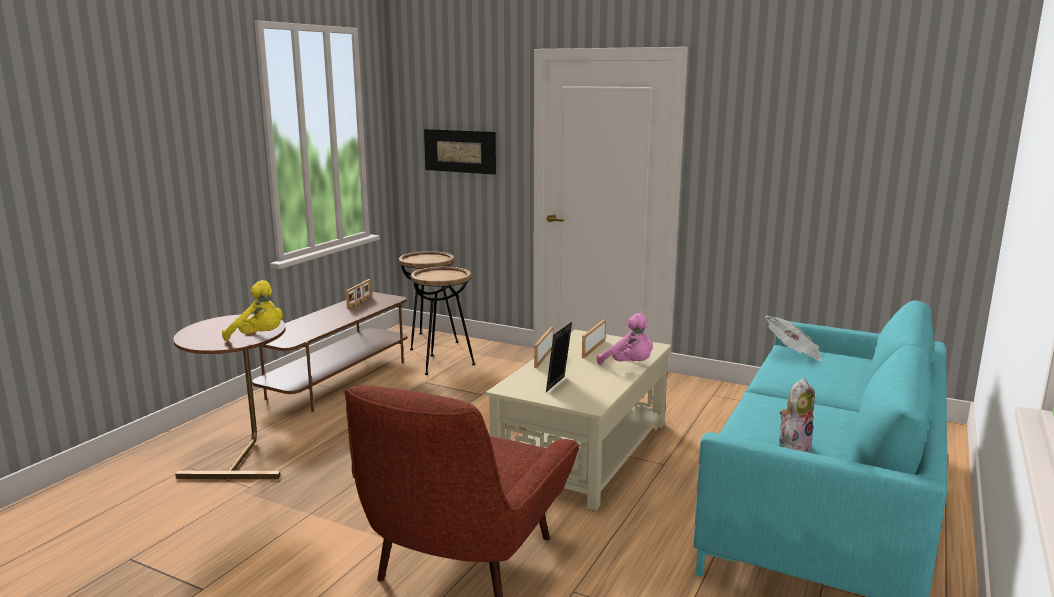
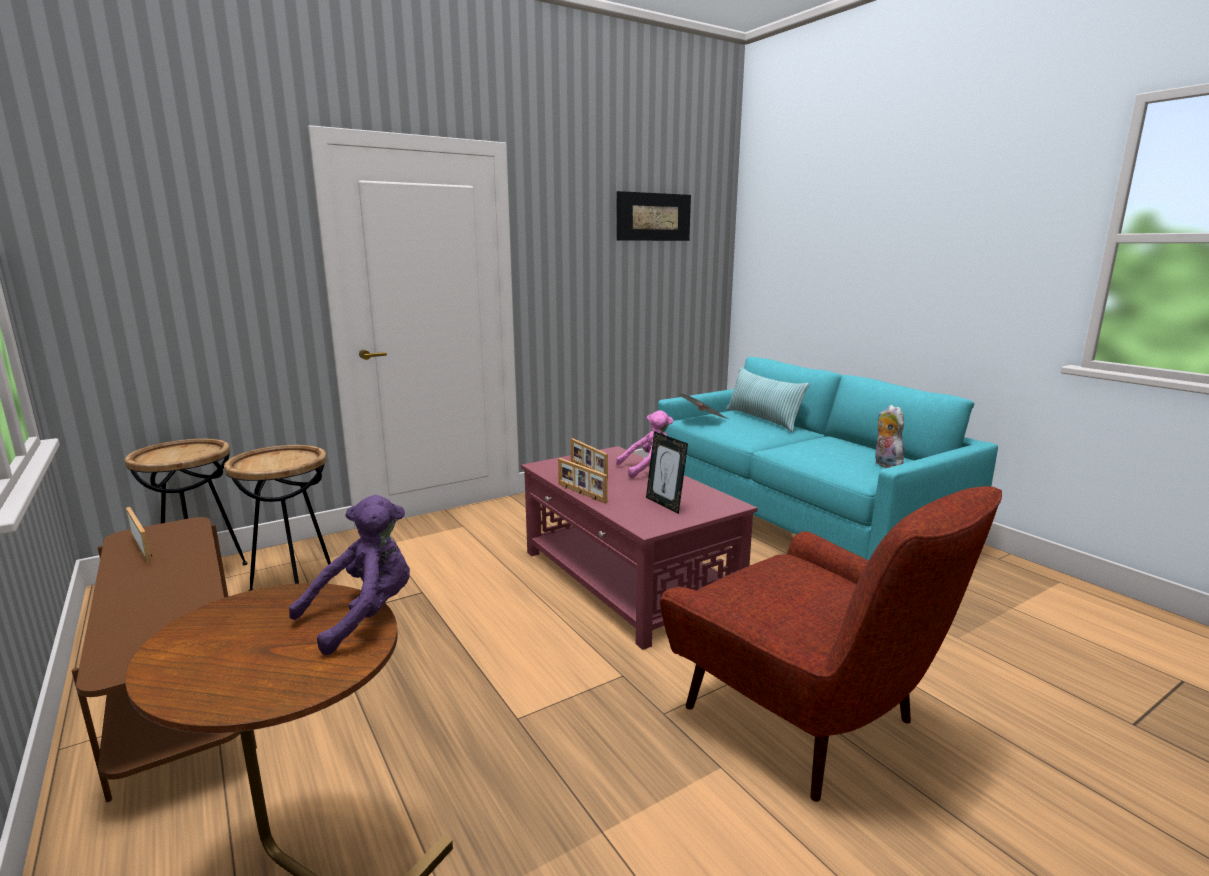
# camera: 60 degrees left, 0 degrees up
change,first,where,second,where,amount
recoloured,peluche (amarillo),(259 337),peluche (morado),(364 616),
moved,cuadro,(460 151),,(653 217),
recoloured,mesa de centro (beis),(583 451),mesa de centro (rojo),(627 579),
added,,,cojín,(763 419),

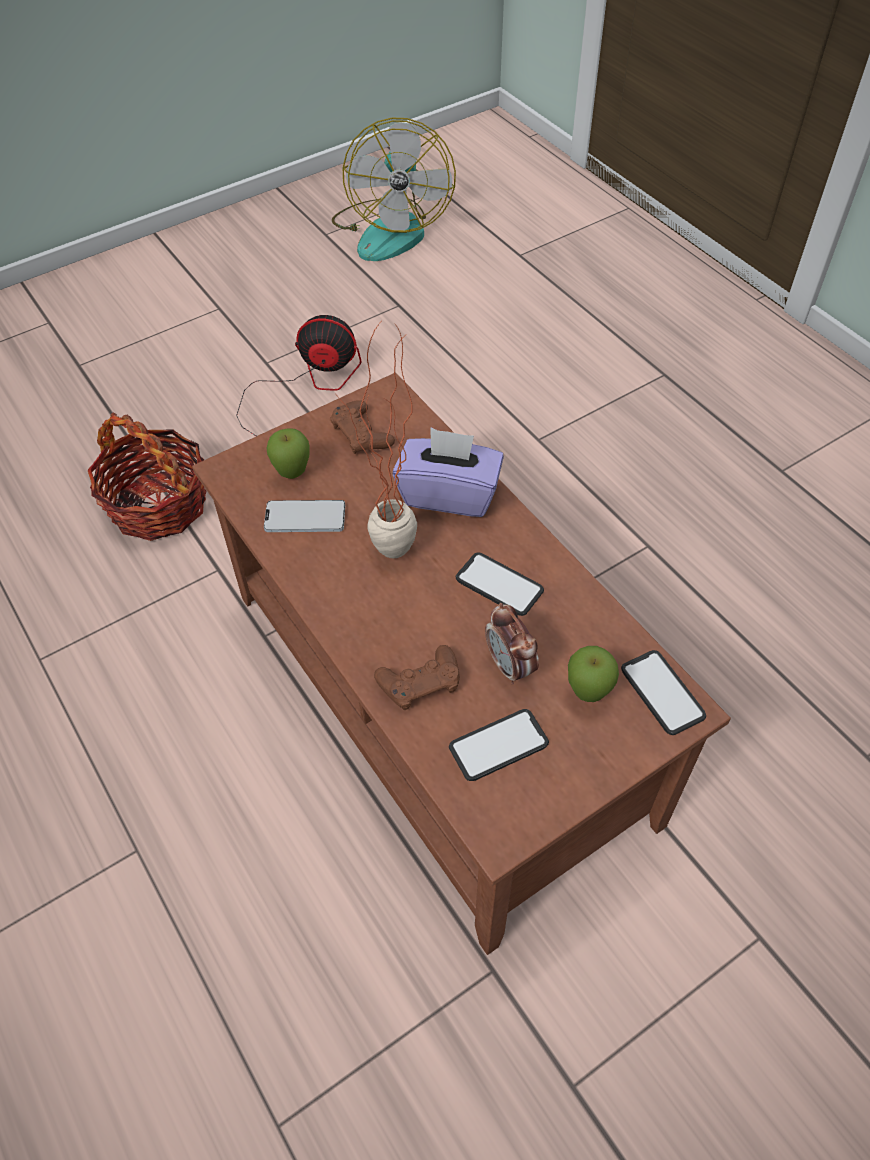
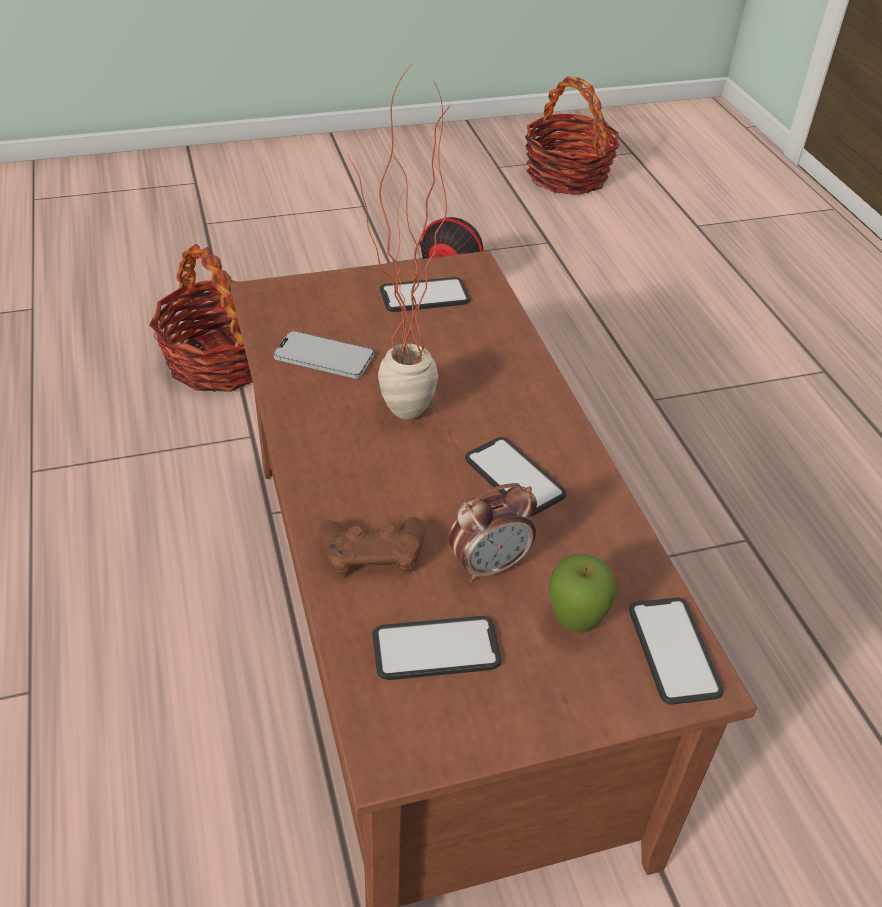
# camera: 15 degrees right, 10 degrees down
change,first,where,second,where,amount
removed,manzana,(292 474),,,
replaced,mando de consola (marrón),(361 434),móvil,(424 296),
replaced,ventilador,(391 229),cesta,(567 176),
removed,caja de pañuelos (morado),(449 494),,,
turned,despertador,(510 666),,(489 566),105 degrees counterclockwise

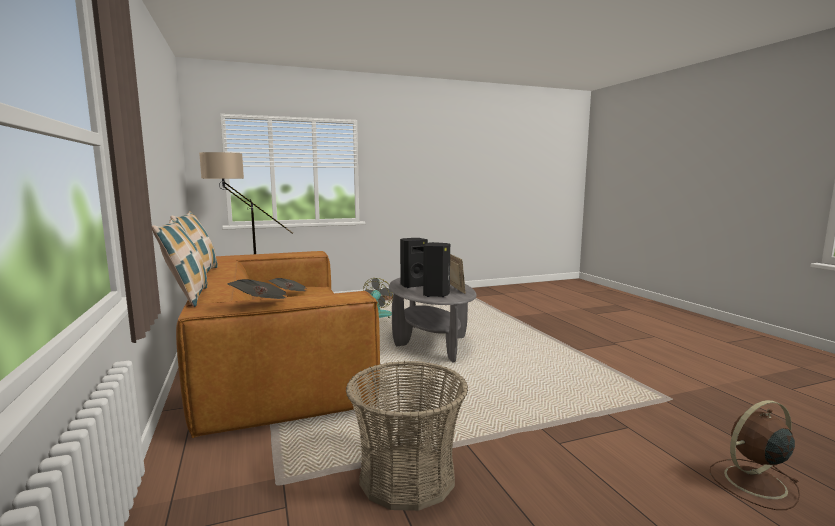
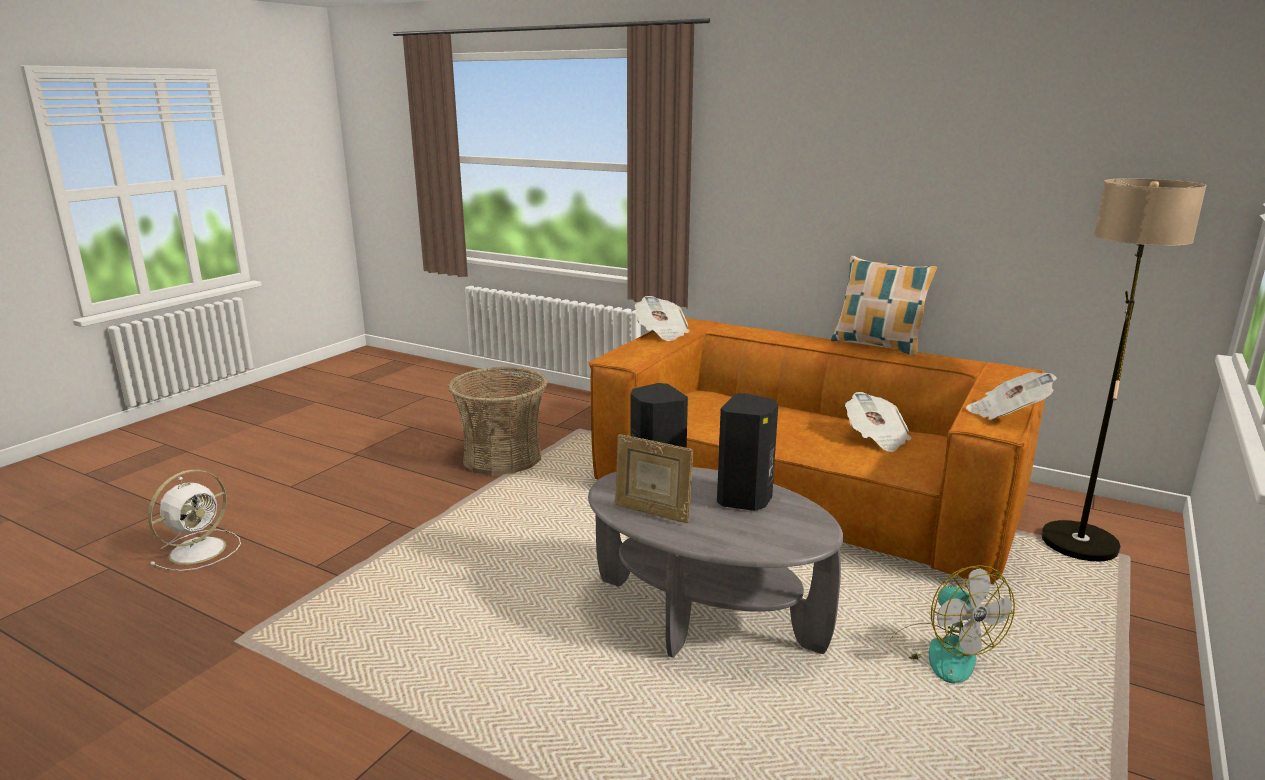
# camera: 140 degrees right, 10 degrees up
change,first,where,second,where,amount
removed,cojín,(187 297),,,
recoloured,ventilador (marrón),(753 482),ventilador (blanco),(200 549),
added,,,periódico,(1006 414),

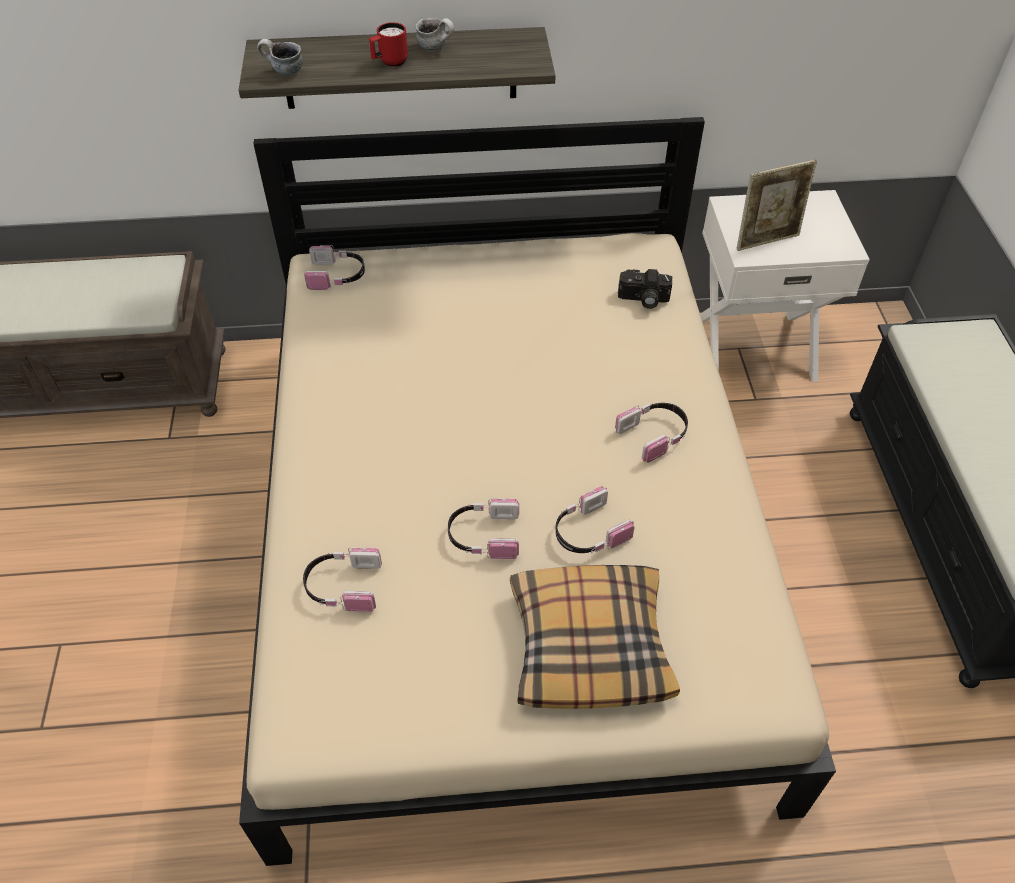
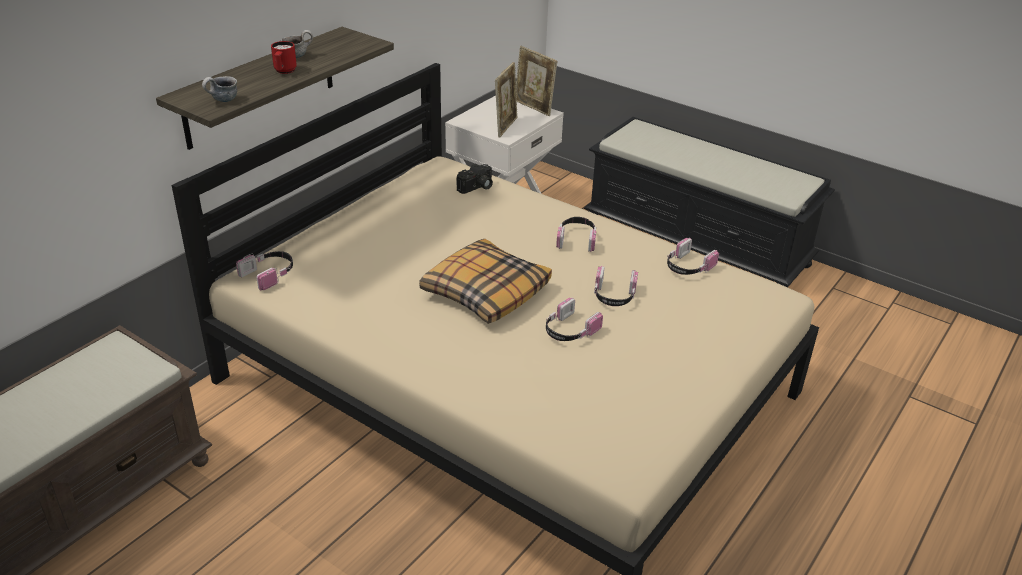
# camera: 50 degrees left, 15 degrees down
change,first,where,second,where,amount
moved,auriculares,(342 586),,(687 267),
moved,cojín,(589 644),,(485 291),
added,,,portarretratos,(533 108),

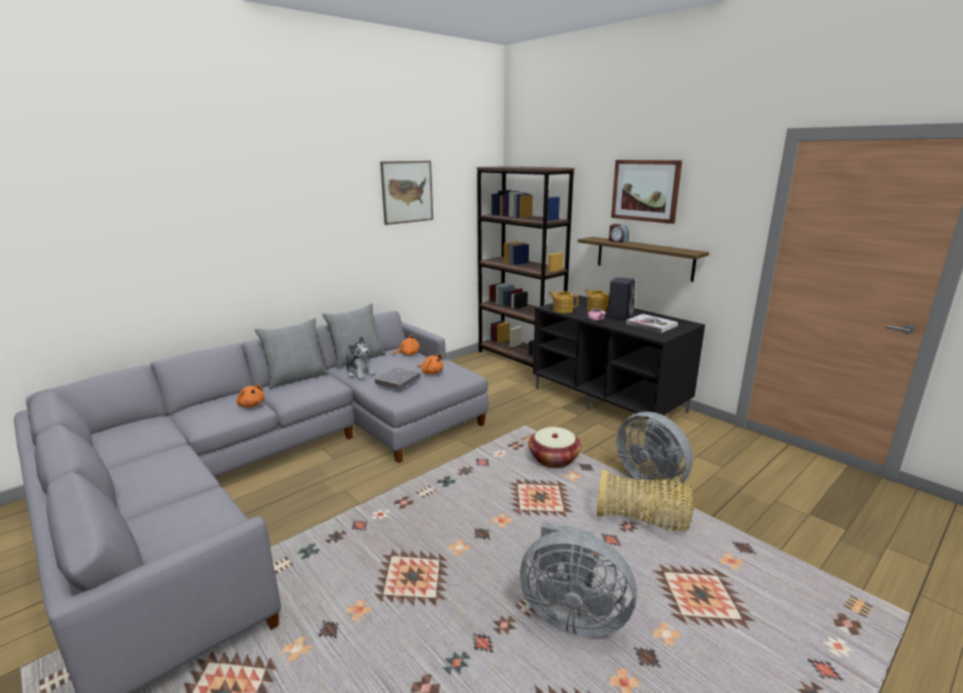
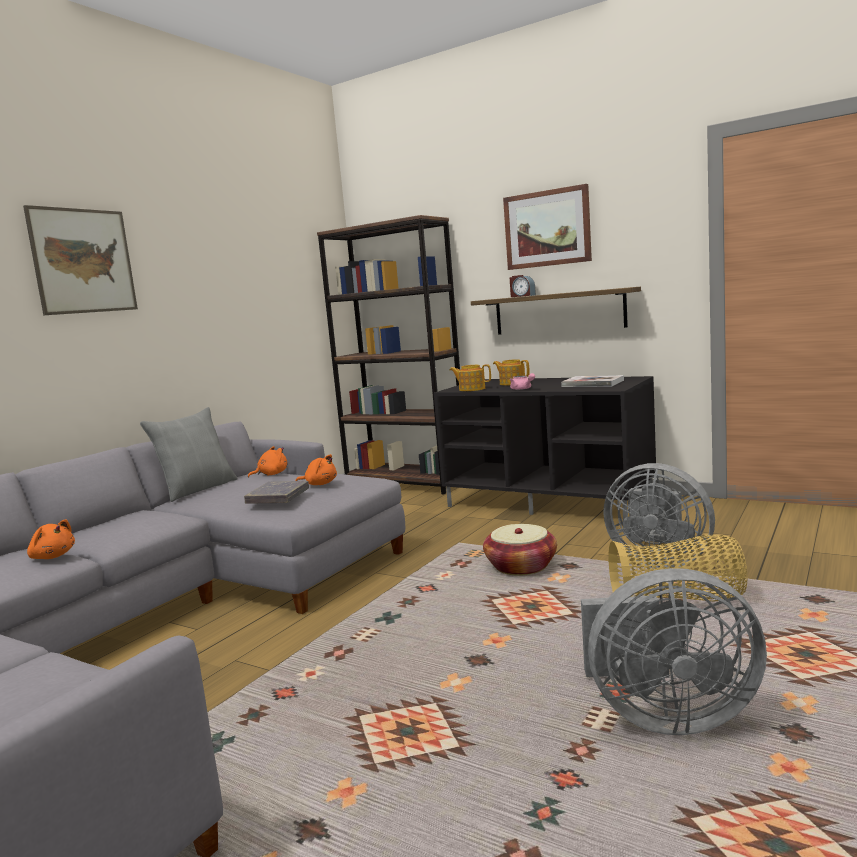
# camera: 15 degrees left, 10 degrees down
change,first,where,second,where,amount
removed,cojín (gris),(296 378),,,
removed,peluche,(360 373),,,
moved,cuadro,(407 192),,(83 261),
removed,altavoz (negro),(620 316),,,

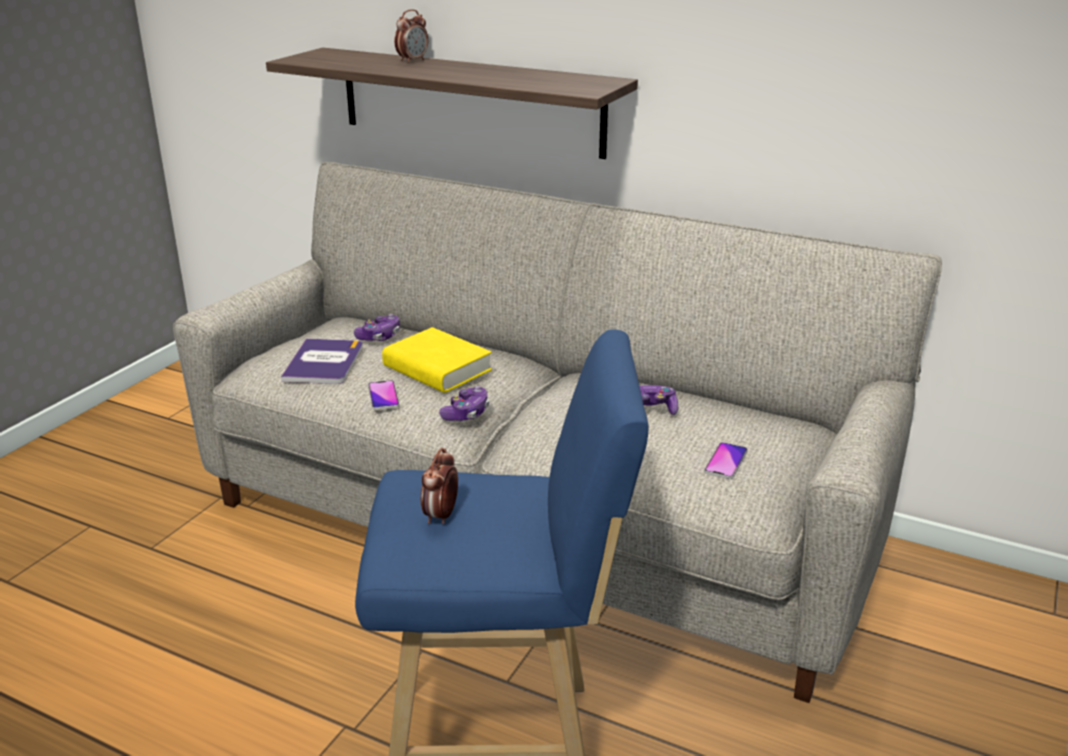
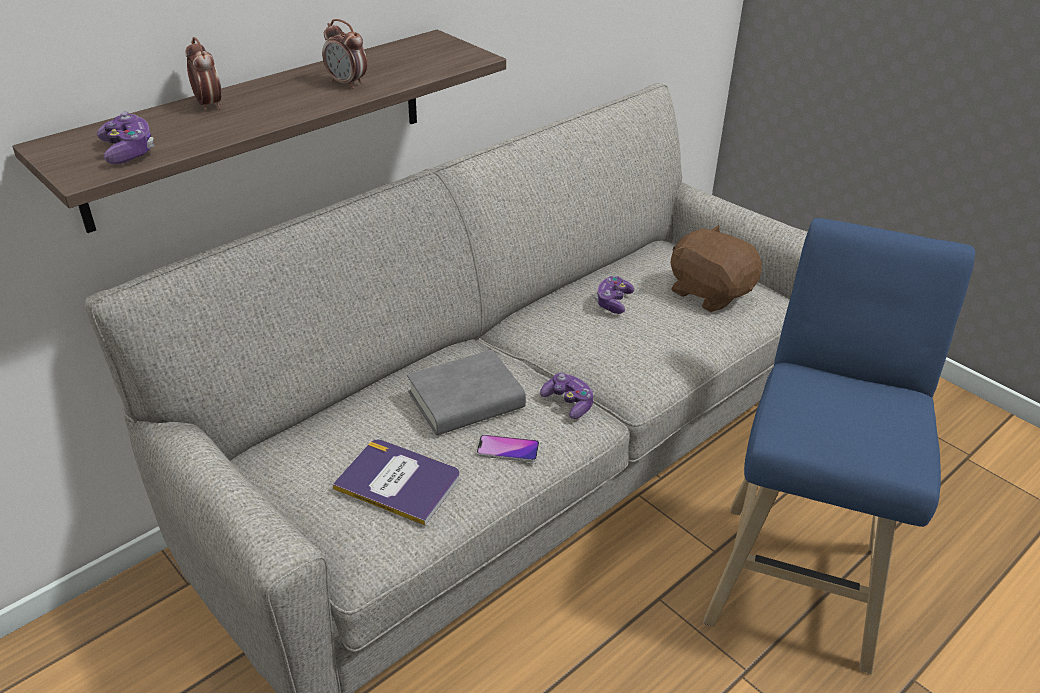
# camera: 70 degrees left, 10 degrees up
change,first,where,second,where,amount
moved,mando de consola,(379 336),,(129 151),
recoloured,libro (amarillo),(437 368),libro (gris),(466 400),
moved,despertador,(441 516),,(347 83),
replaced,móvil,(725 462),peluche (marrón),(710 292),

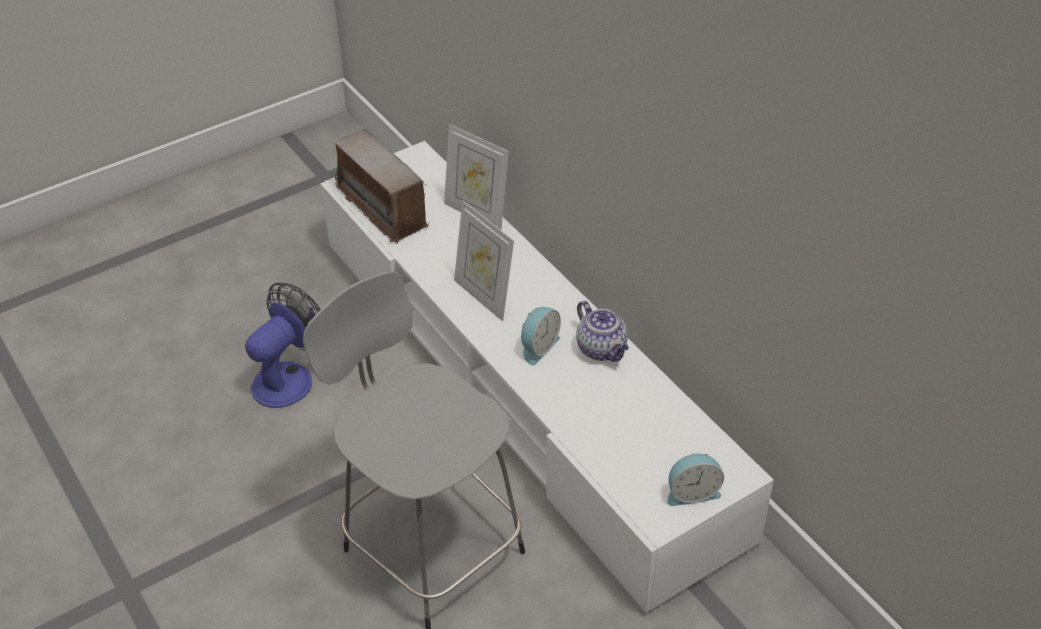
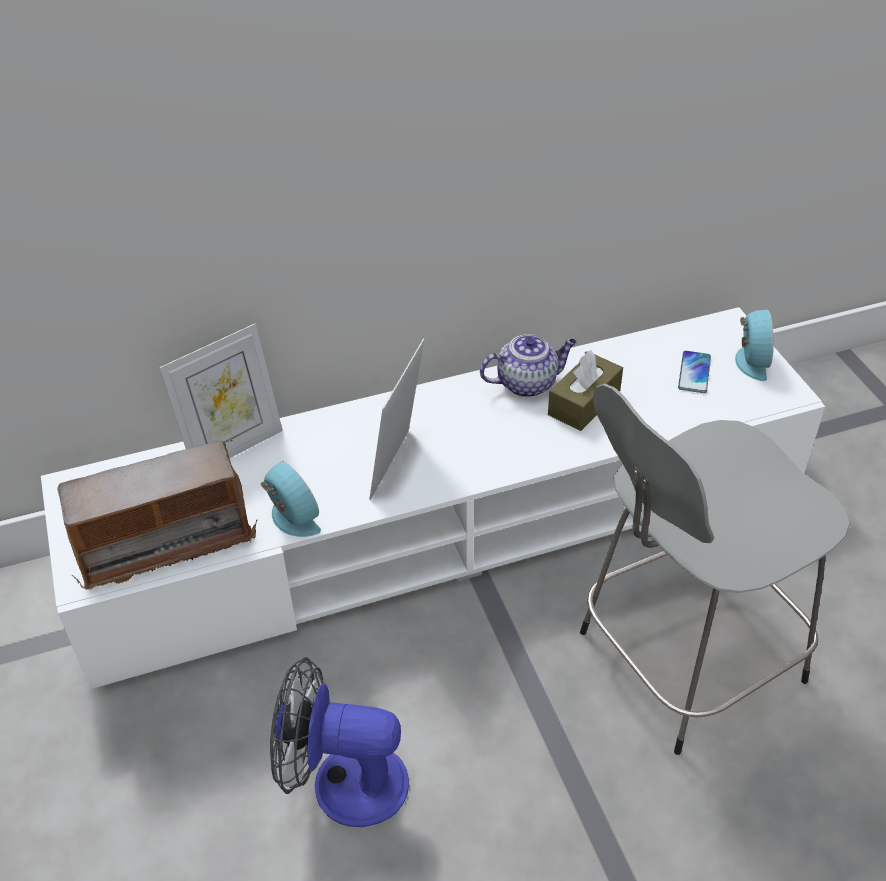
# camera: 75 degrees left, 0 degrees up
change,first,where,second,where,amount
turned,ventilador,(290 377),,(343 782),45 degrees counterclockwise
turned,portarretratos,(484 296),,(399 466),135 degrees clockwise
moved,despertador,(538 347),,(291 519),
added,,,caja de pañuelos (marrón),(584 403),
added,,,móvil,(694 373),

